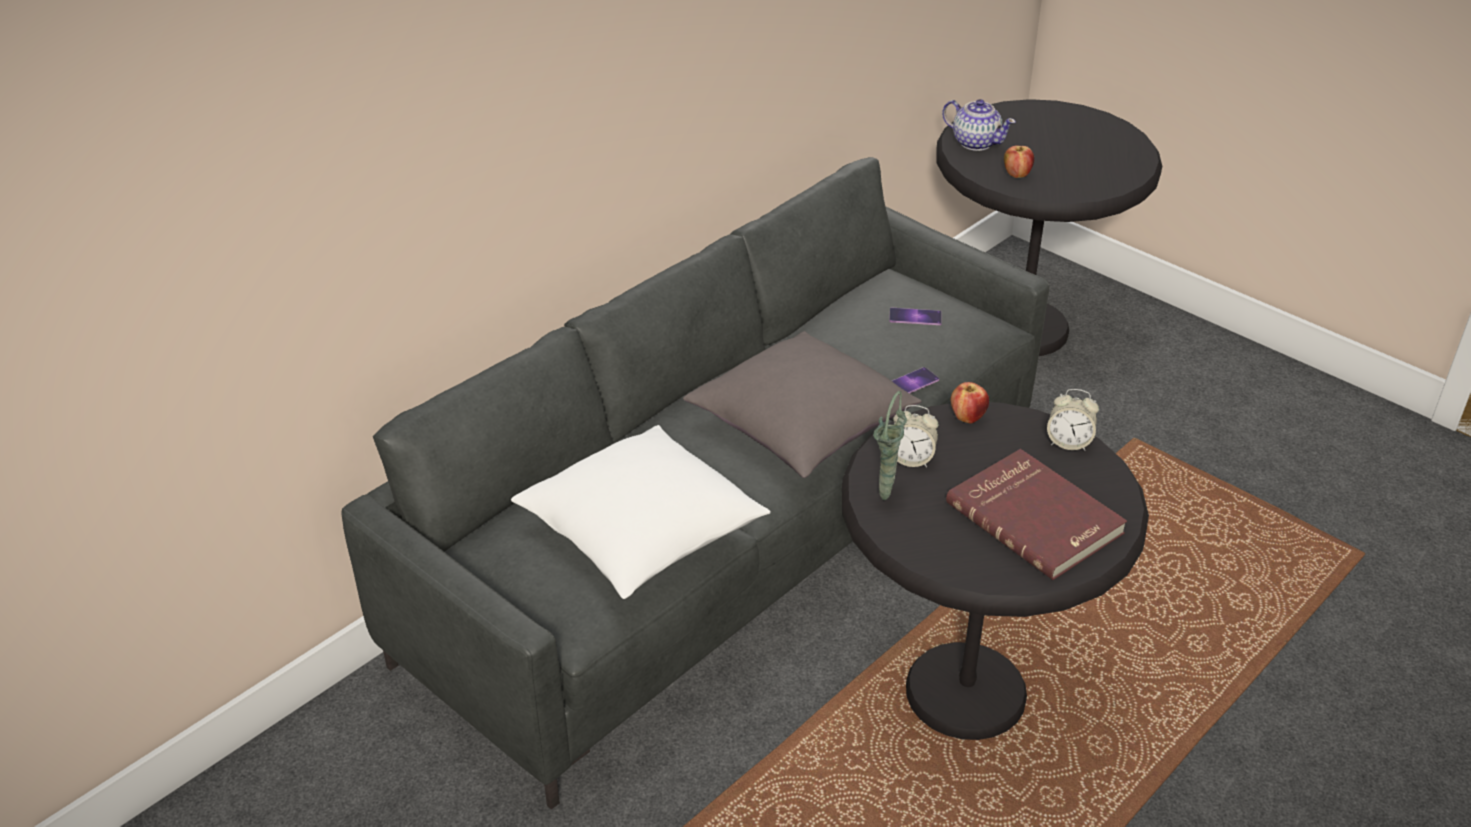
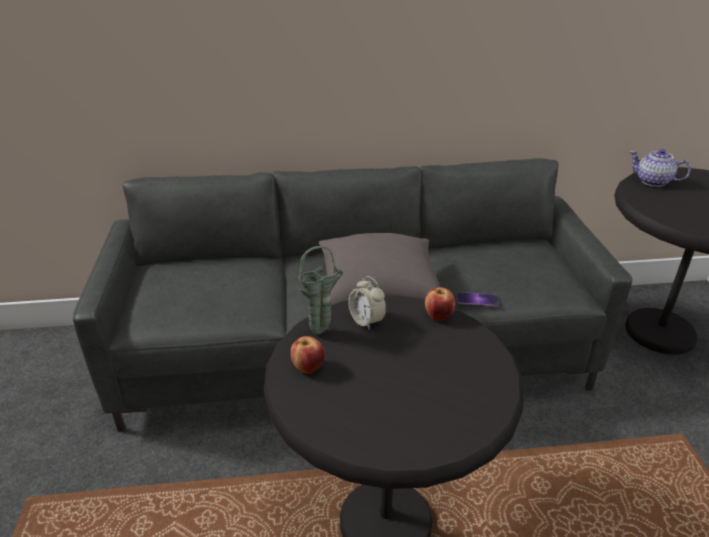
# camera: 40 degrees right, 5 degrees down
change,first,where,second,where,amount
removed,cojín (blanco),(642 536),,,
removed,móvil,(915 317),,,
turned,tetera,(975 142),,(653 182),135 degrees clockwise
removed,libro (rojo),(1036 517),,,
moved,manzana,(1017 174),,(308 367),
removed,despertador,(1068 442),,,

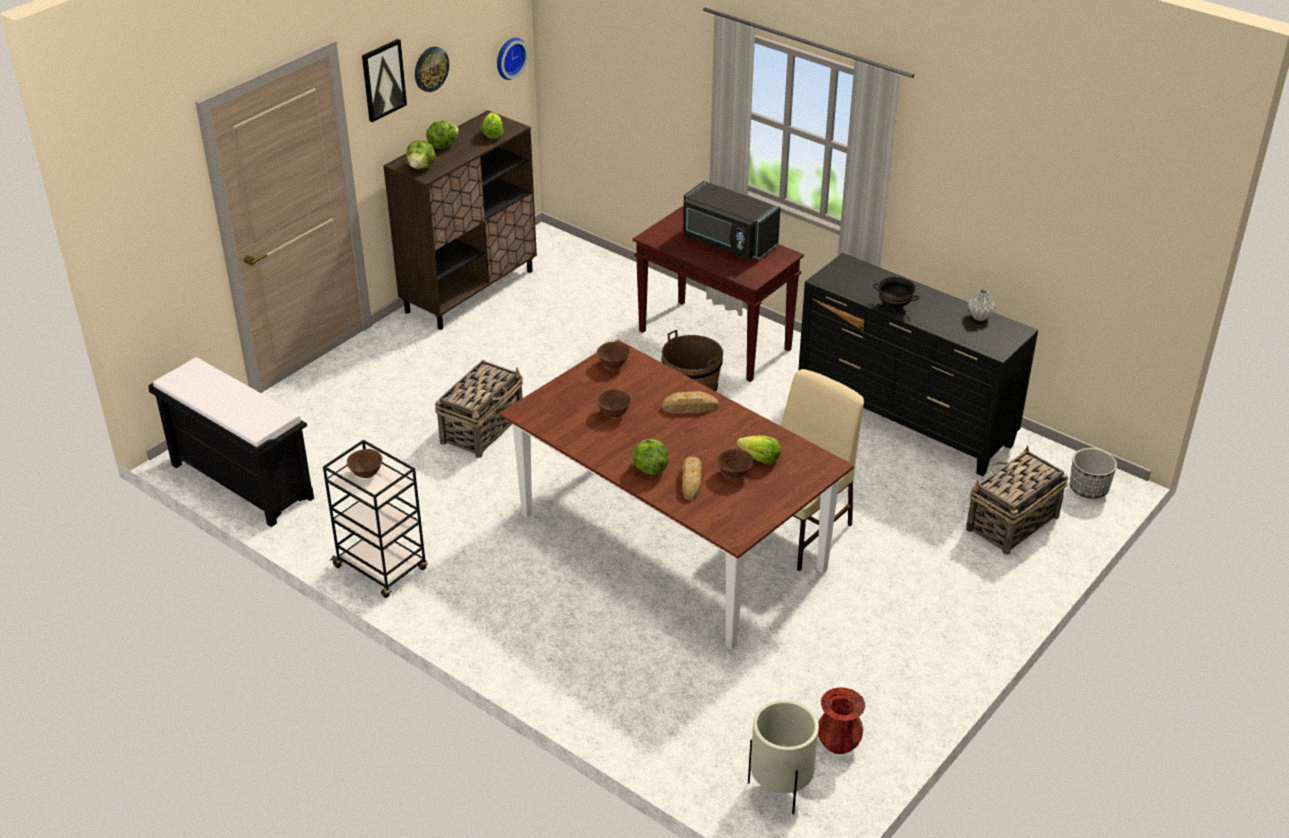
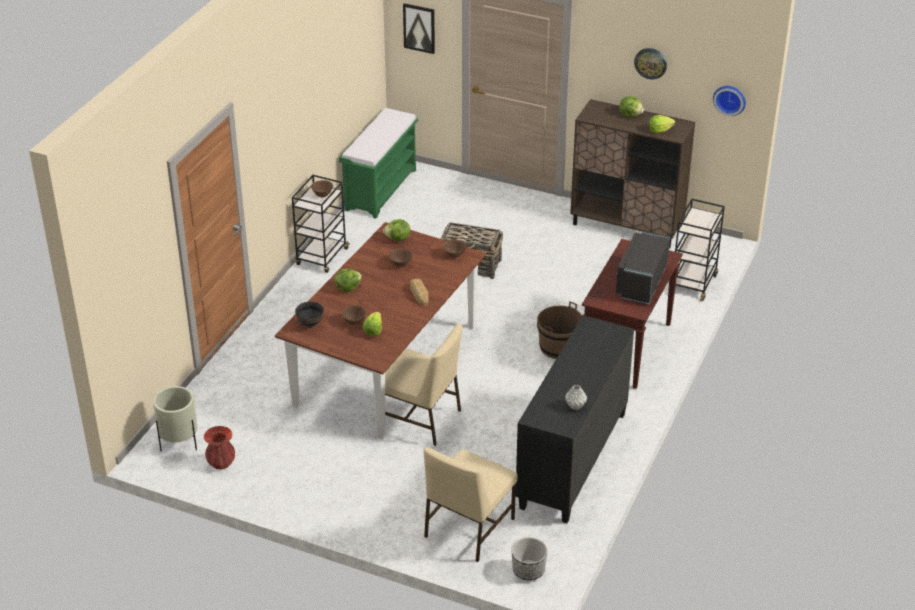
# camera: 75 degrees right, 0 degrees up
change,first,where,second,where,amount
recoloured,banco (negro),(240 481),banco (verde),(381 189),
moved,cuadro,(383 80),,(419 28),
moved,lechuga,(421 167),,(398 239),
removed,pan,(691 480),,,
moved,cuenco (negro),(894 306),,(310 324),
replaced,cesta,(1011 523),silla (beis),(468 528),
added,,,carrito (negro),(693 283),

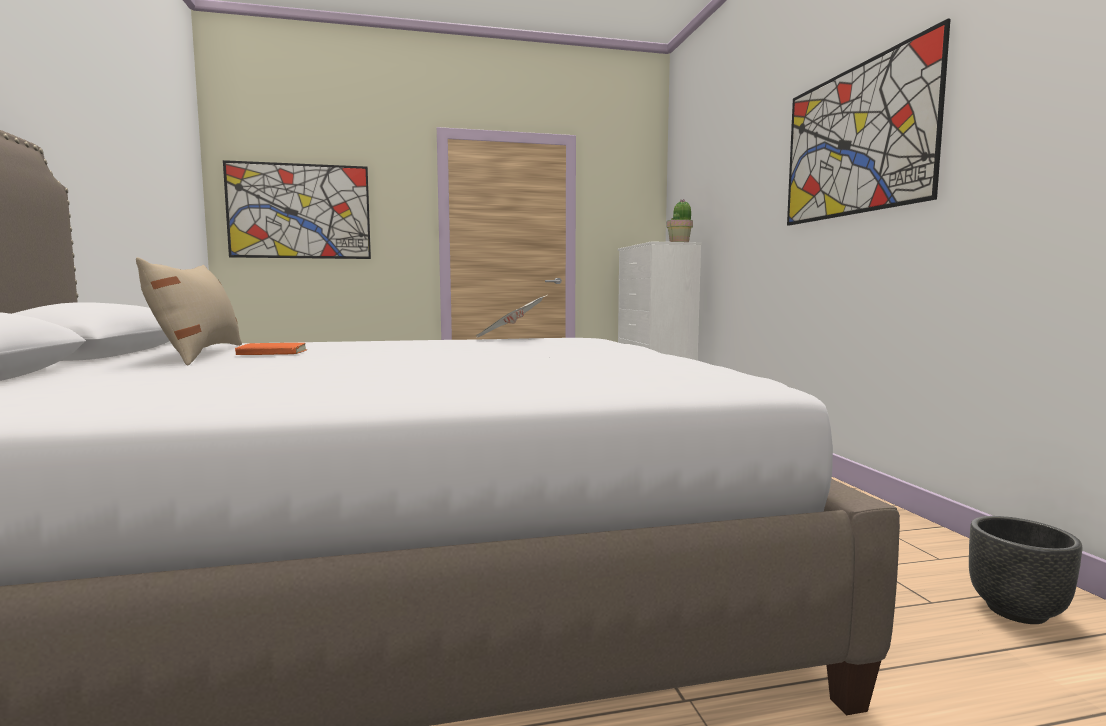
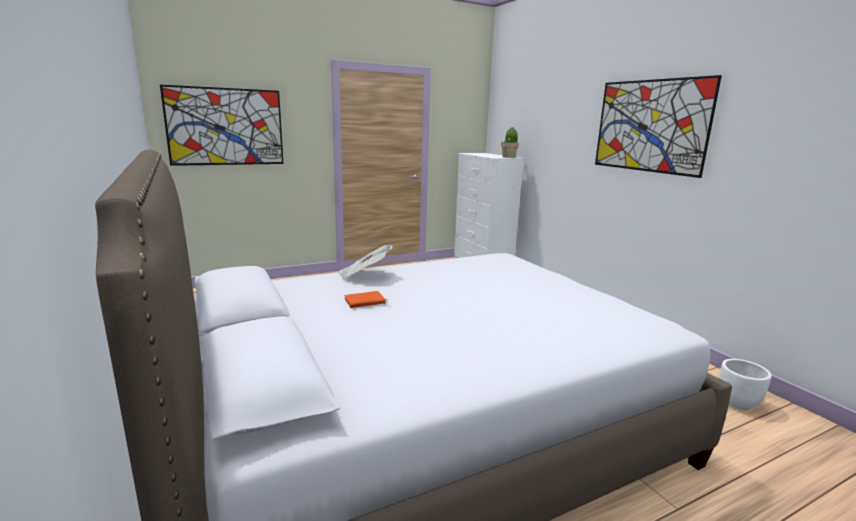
# camera: 15 degrees left, 10 degrees up
change,first,where,second,where,amount
removed,cojín (beis),(199 354),,,
moved,periódico,(509 338),,(364 275),
recoloured,maceta (negro),(1014 611),maceta (blanco),(736 403),

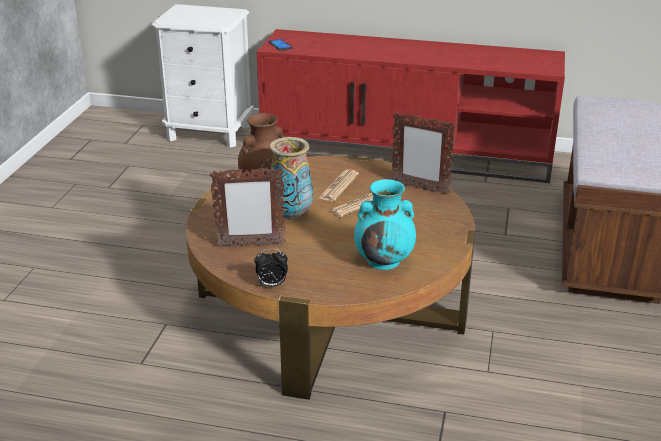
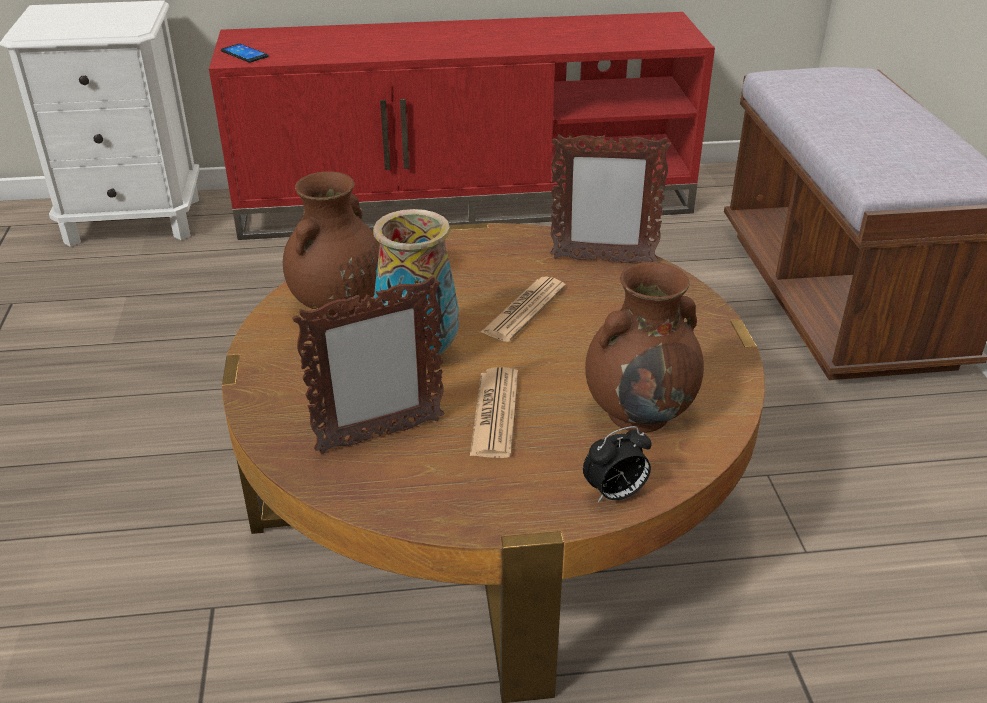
# camera: 20 degrees left, 5 degrees up
change,first,where,second,where,amount
moved,despertador,(272 285),,(615 494),
moved,periódico,(338 186),,(495 413),
recoloured,florero (turquesa),(384 260),florero (marrón),(640 412),

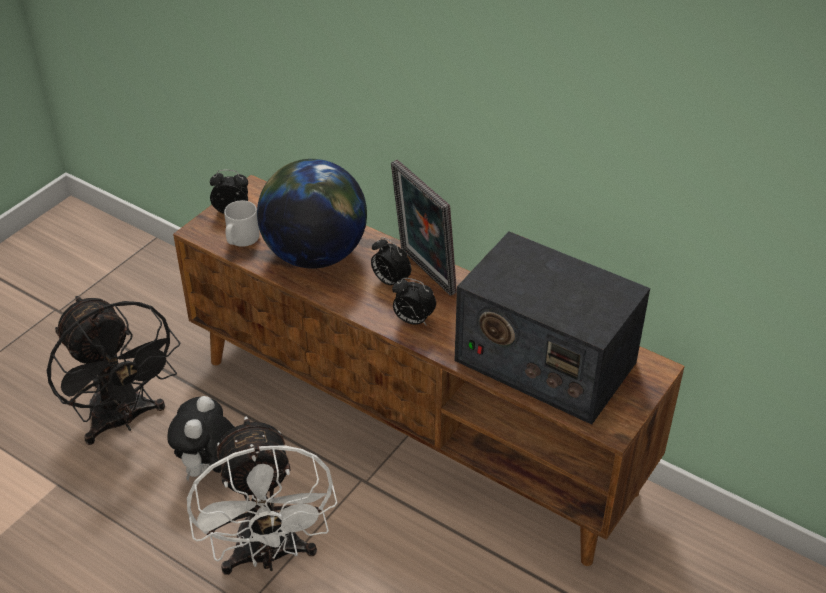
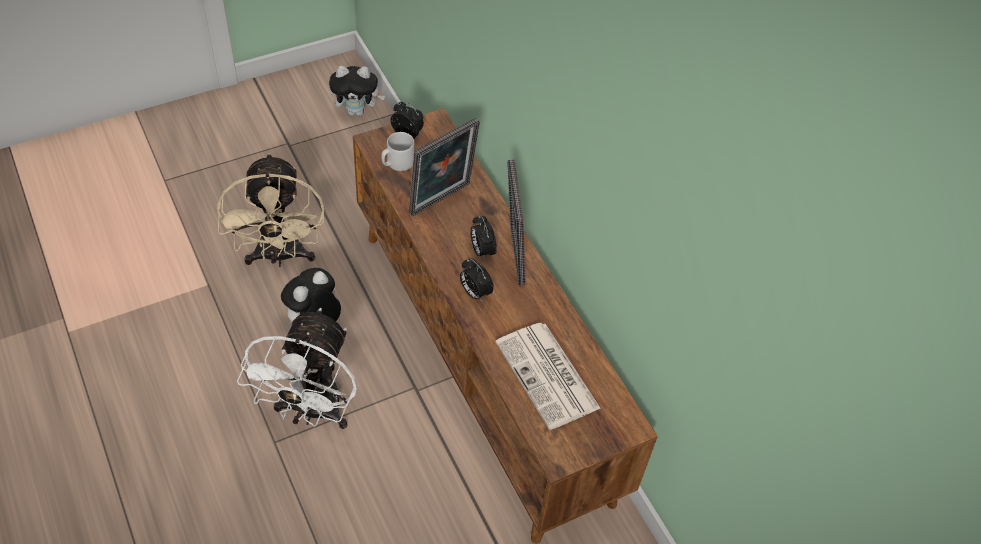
# camera: 25 degrees right, 10 degrees up
change,first,where,second,where,amount
recoloured,ventilador (negro),(123 420),ventilador (beis),(280 256),
replaced,globo terráqueo,(315 254),portarretratos,(442 201),
replaced,radio,(544 361),periódico,(548 376),
added,,,peluche,(357 111),

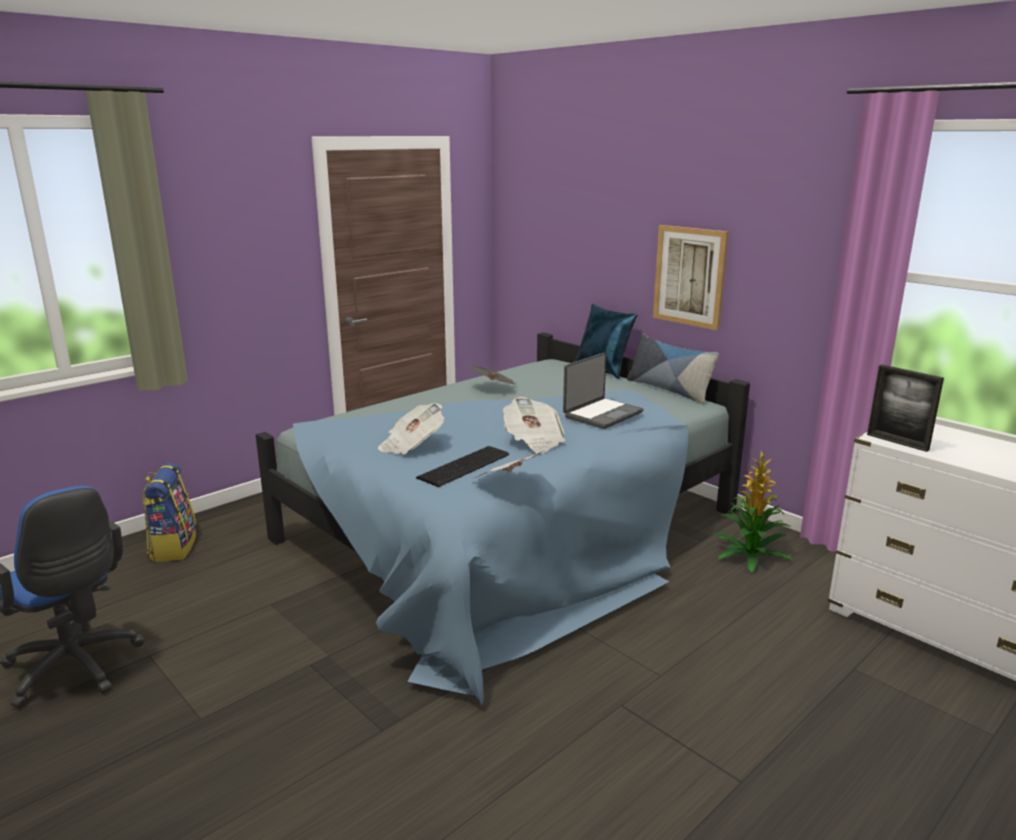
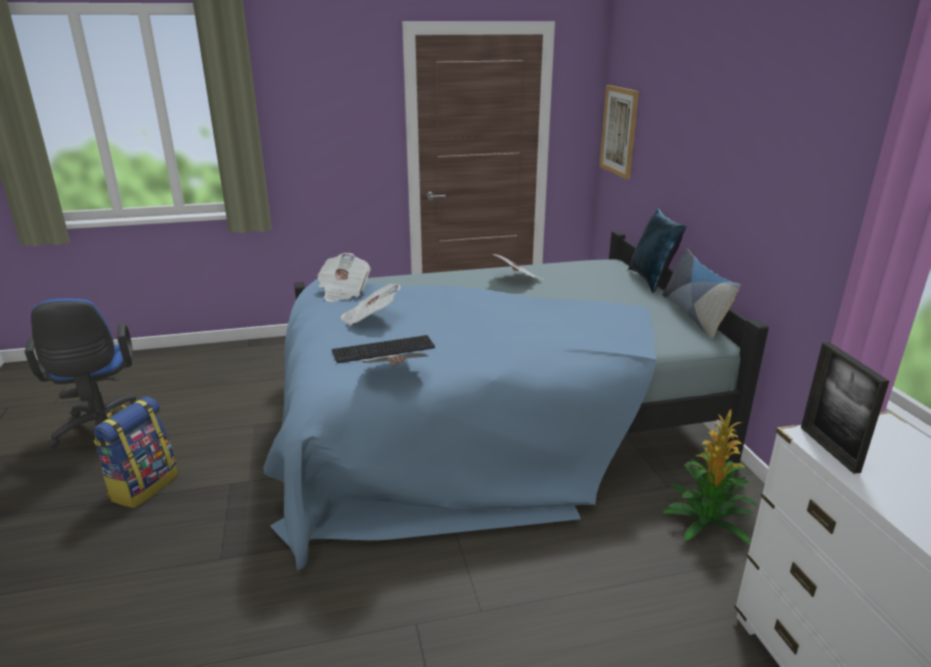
# camera: 30 degrees right, 5 degrees up
change,first,where,second,where,amount
moved,mochila,(173 547),,(143 486),
moved,periódico,(533 441),,(343 291),
removed,portátil,(602 414),,,
moved,cuadro,(689 276),,(619 131),

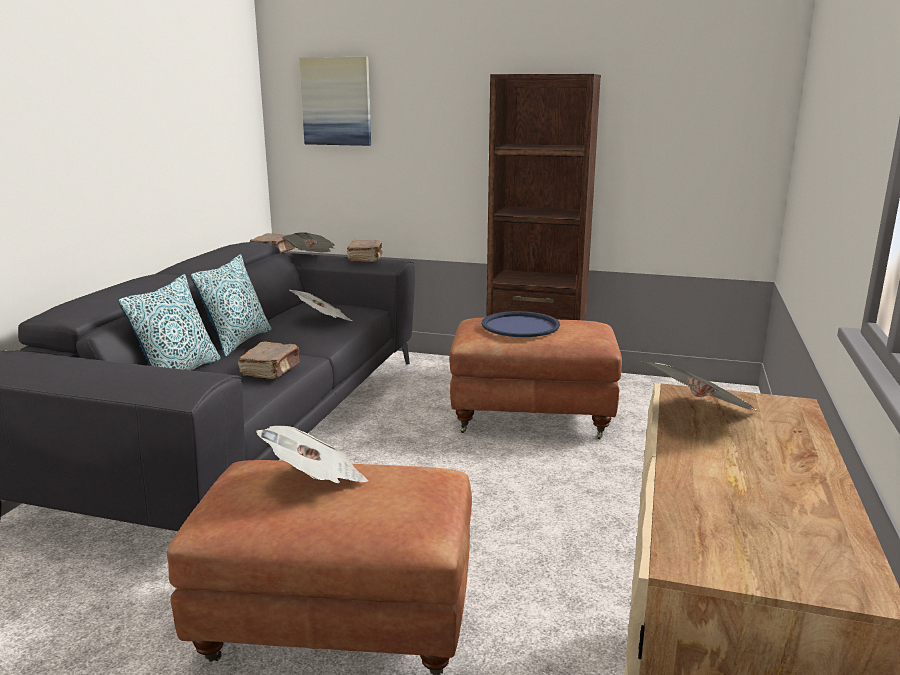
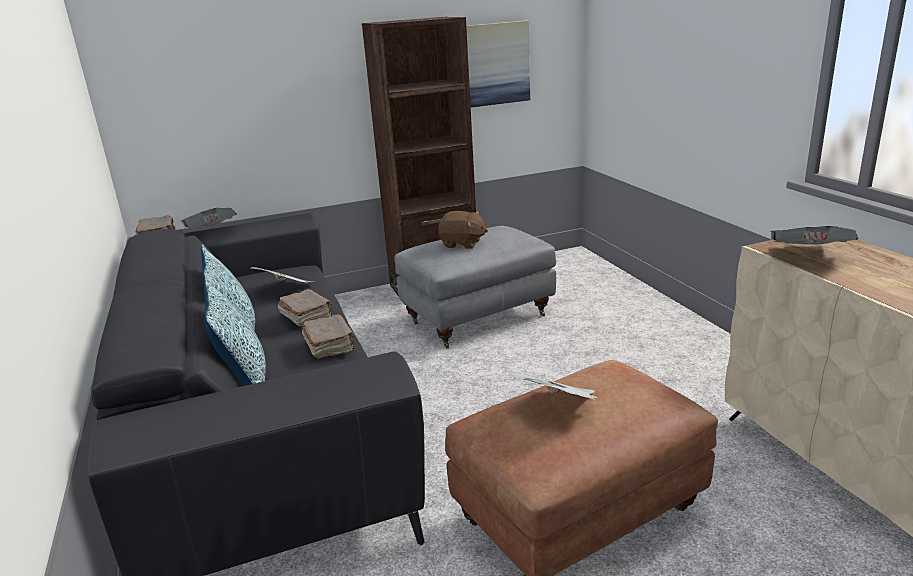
# camera: 35 degrees left, 5 degrees up
change,first,where,second,where,amount
moved,cuadro,(336 101),,(497 63),
moved,libro (marrón),(366 259),,(306 317),
recoloured,puf (marrón),(532 417),puf (gris),(478 317),
replaced,bandeja (azul),(520 326),peluche (marrón),(462 244),

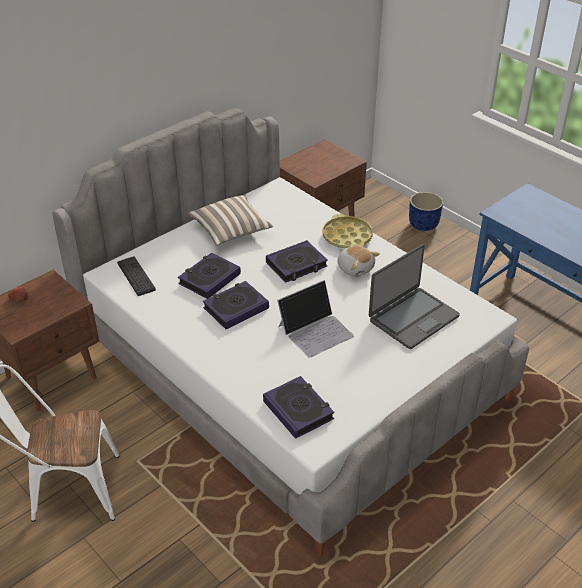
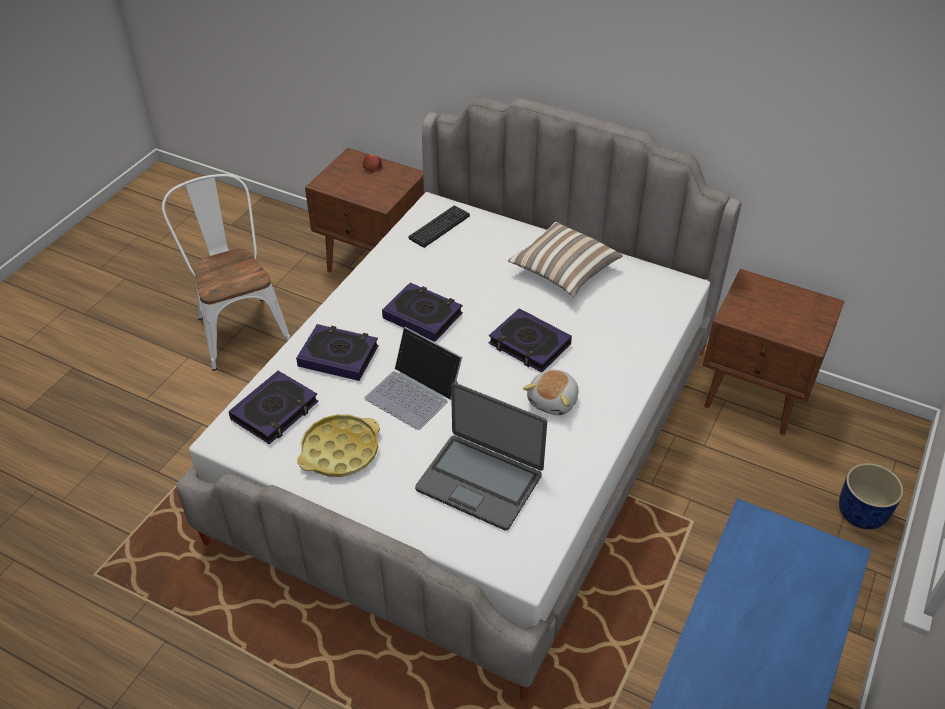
# camera: 70 degrees right, 5 degrees up
change,first,where,second,where,amount
moved,libro,(209 279),,(338 356),
moved,bandeja (amarillo),(347 236),,(340 450),

